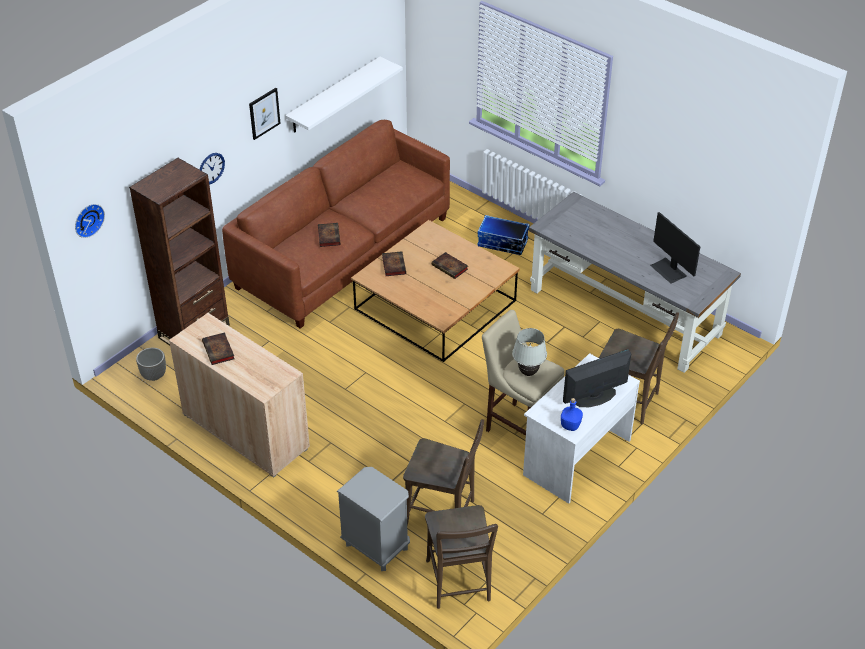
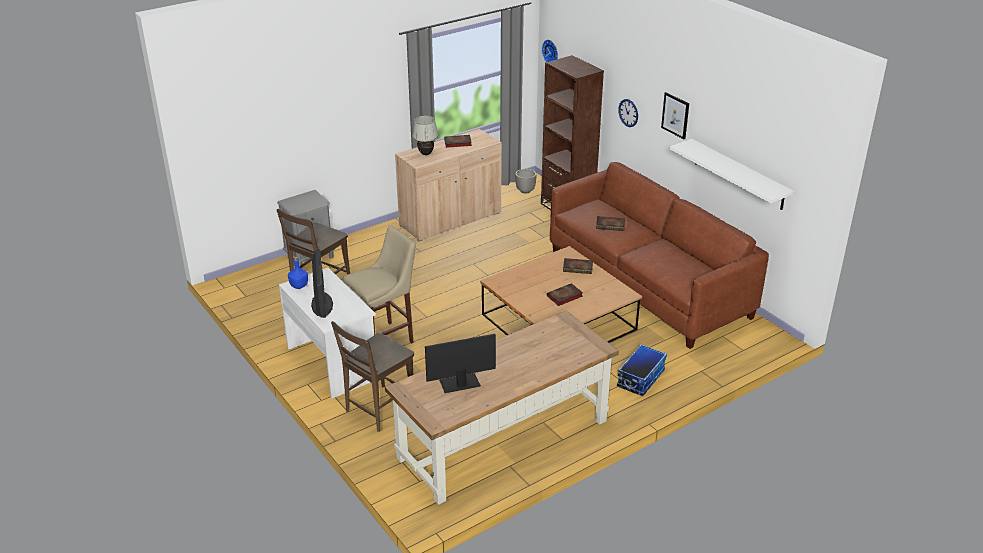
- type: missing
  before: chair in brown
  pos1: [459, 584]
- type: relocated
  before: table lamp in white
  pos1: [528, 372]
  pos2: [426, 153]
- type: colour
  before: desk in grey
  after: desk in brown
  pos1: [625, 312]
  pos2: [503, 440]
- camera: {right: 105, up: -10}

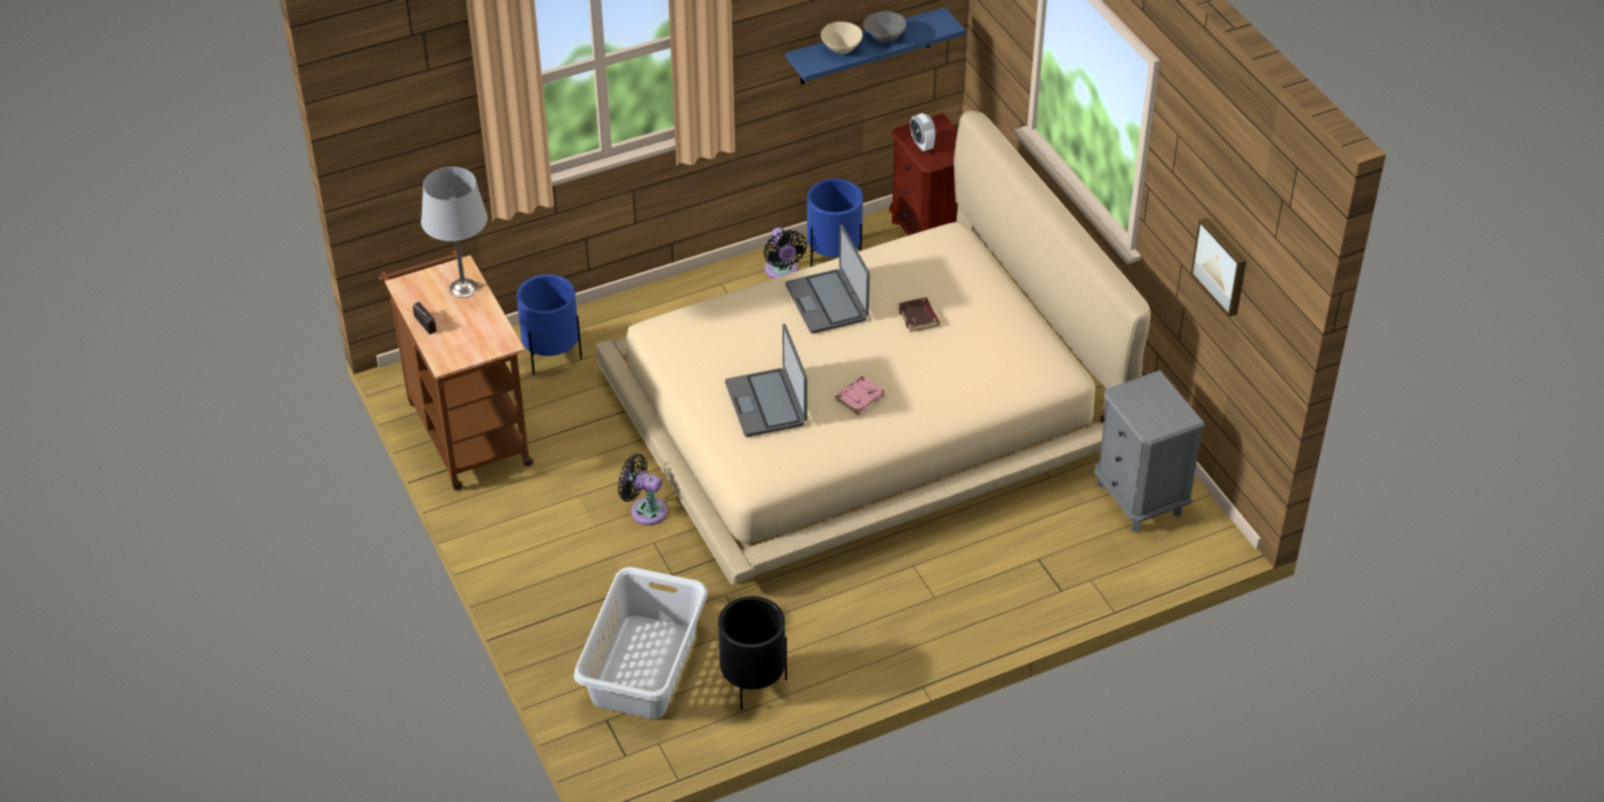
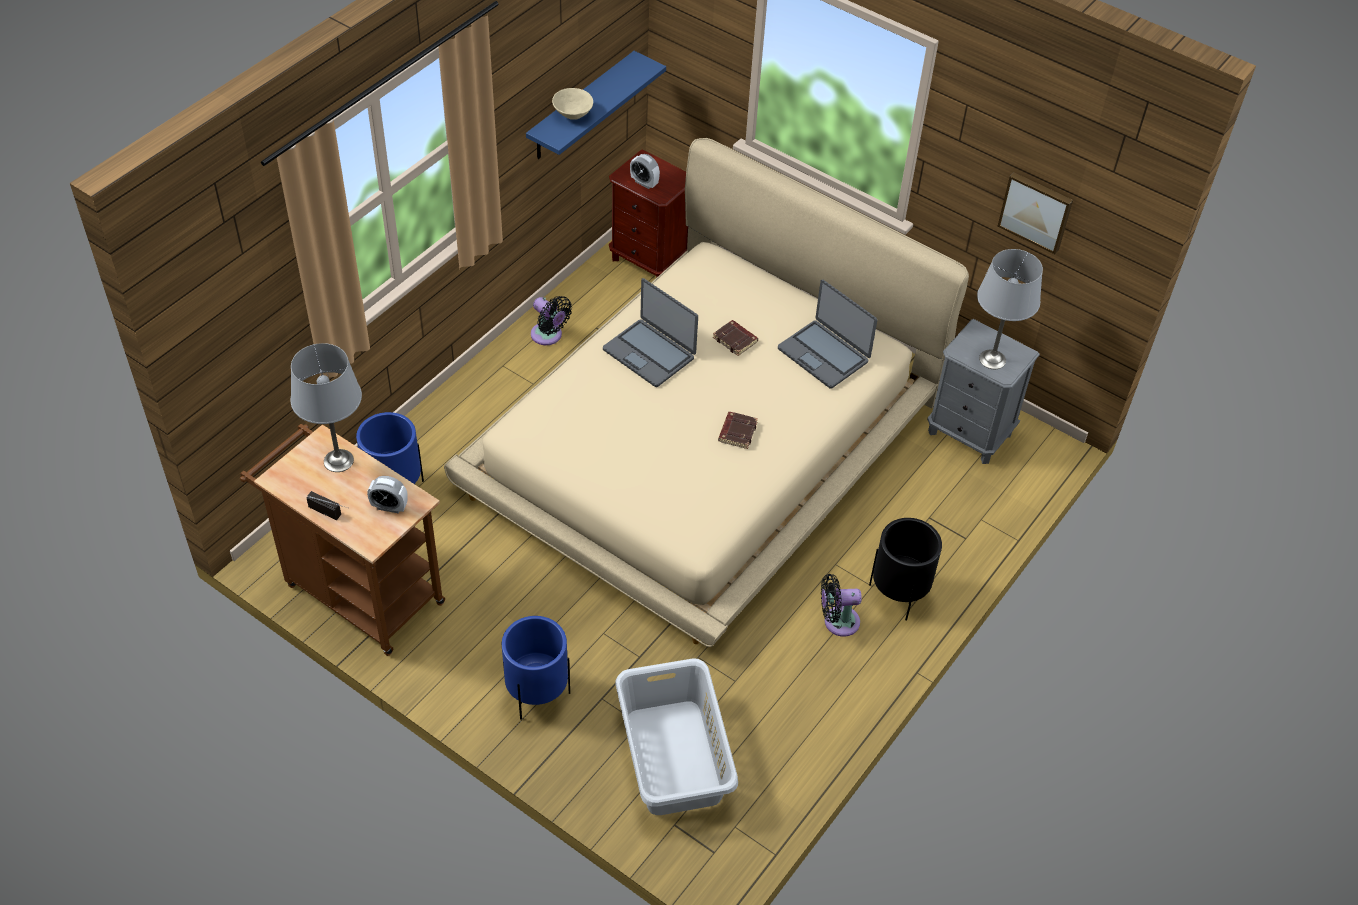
- type: relocated
  before: fan in black
  pos1: [645, 510]
  pos2: [837, 621]
- type: relocated
  before: planter in black
  pos1: [753, 684]
  pos2: [898, 595]
- type: relocated
  before: laptop
  pos1: [766, 403]
  pos2: [824, 354]
- type: relocated
  before: planter in blue
  pos1: [834, 259]
  pos2: [537, 694]
- type: colour
  before: book in pink
  after: book in brown
  pos1: [859, 397]
  pos2: [737, 432]
- type: missing
  before: bowl in grey
  pos1: [884, 37]
- type: appeared
  after: alarm clock
  pos2: [389, 507]
- type: appeared
  after: table lamp in grey
  pos2: [993, 359]
- camera: {right: -30, up: 5}

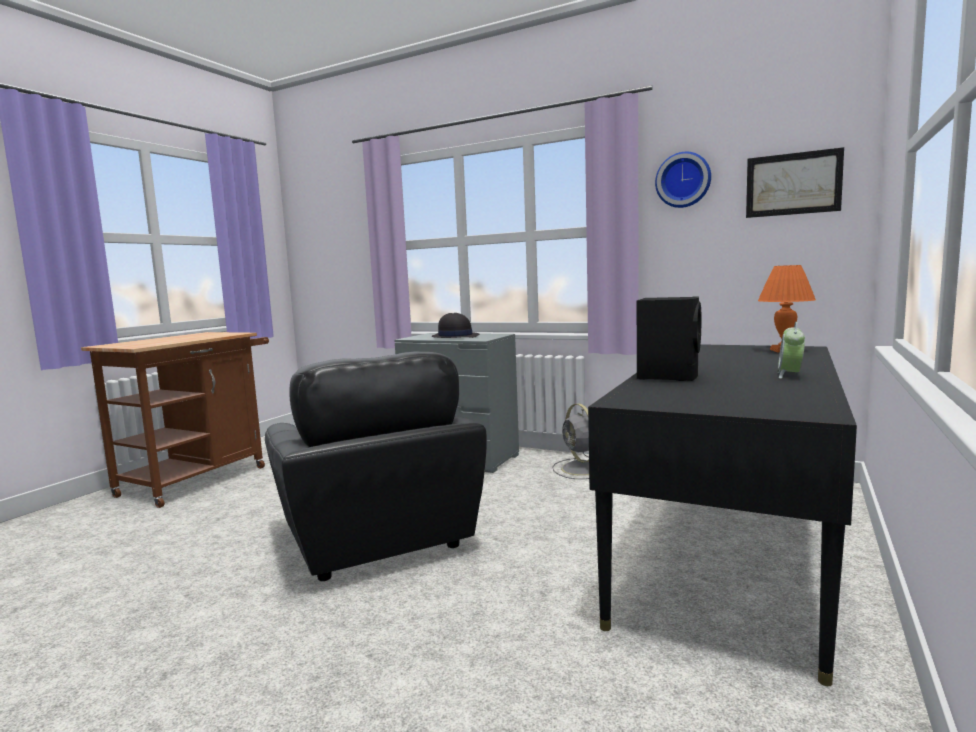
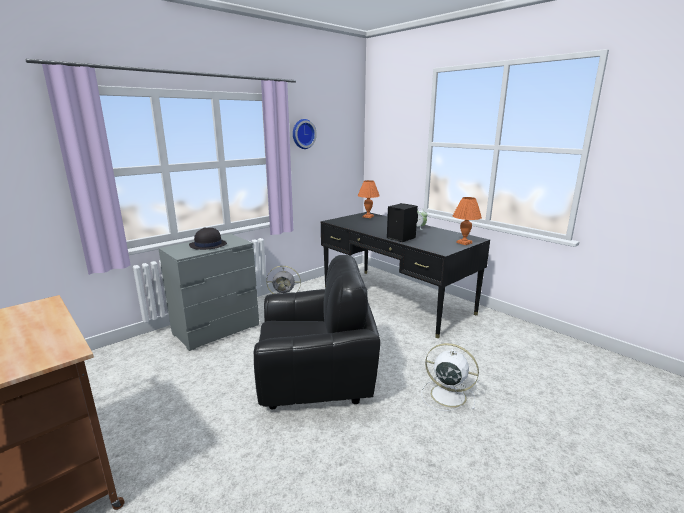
- type: missing
  before: picture
  pos1: [793, 184]
- type: appeared
  after: fan in white
  pos2: [446, 395]
- type: appeared
  after: table lamp in orange
  pos2: [464, 242]
- camera: {right: -70, up: 10}

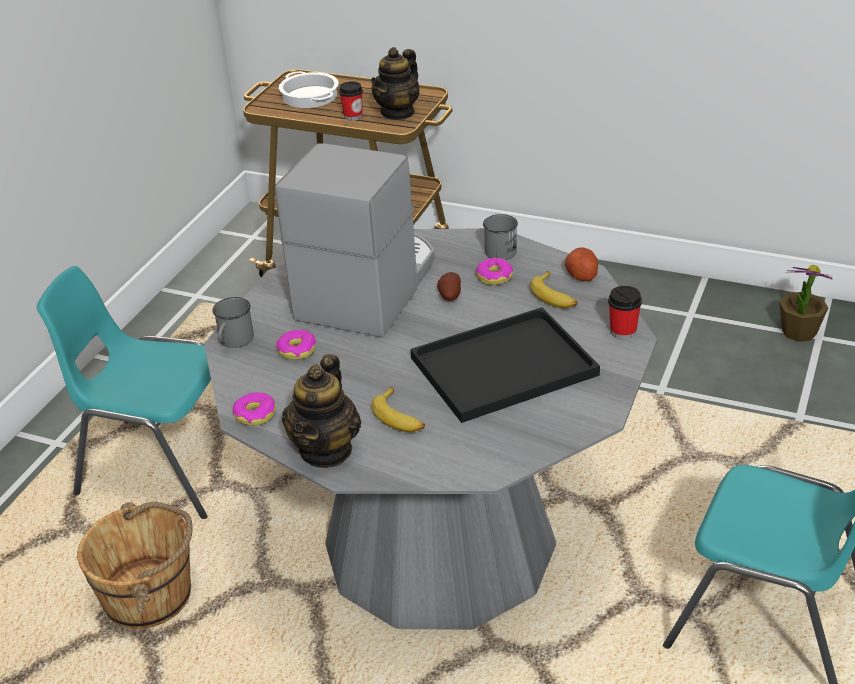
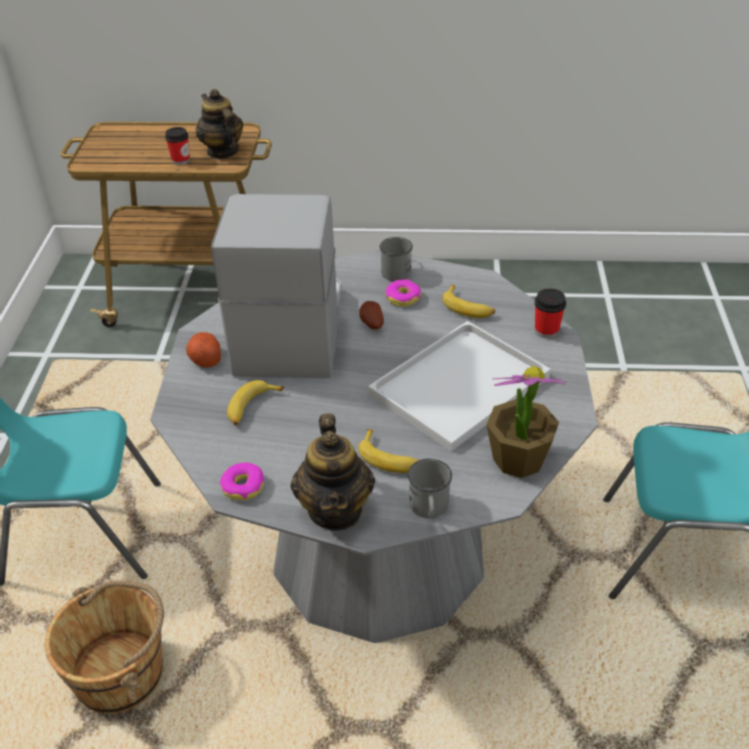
- type: relocated
  before: mug in grey
  pos1: [234, 341]
  pos2: [429, 509]
- type: exchanged
  before: donut
  after: banana
  pos1: [297, 350]
  pos2: [251, 408]
- type: missing
  before: cooking pot
  pos1: [309, 96]
- type: spun
  before: teapot
  pos1: [398, 112]
  pos2: [222, 151]
  turn: 135
- type: colour
  before: tray in black
  after: tray in white
  pos1: [506, 364]
  pos2: [460, 383]
- type: relocated
  before: potato
  pos1: [581, 274]
  pos2: [205, 359]
- type: relocated
  before: potted plant
  pos1: [798, 332]
  pos2: [518, 459]
- camera: {right: -20, up: 5}

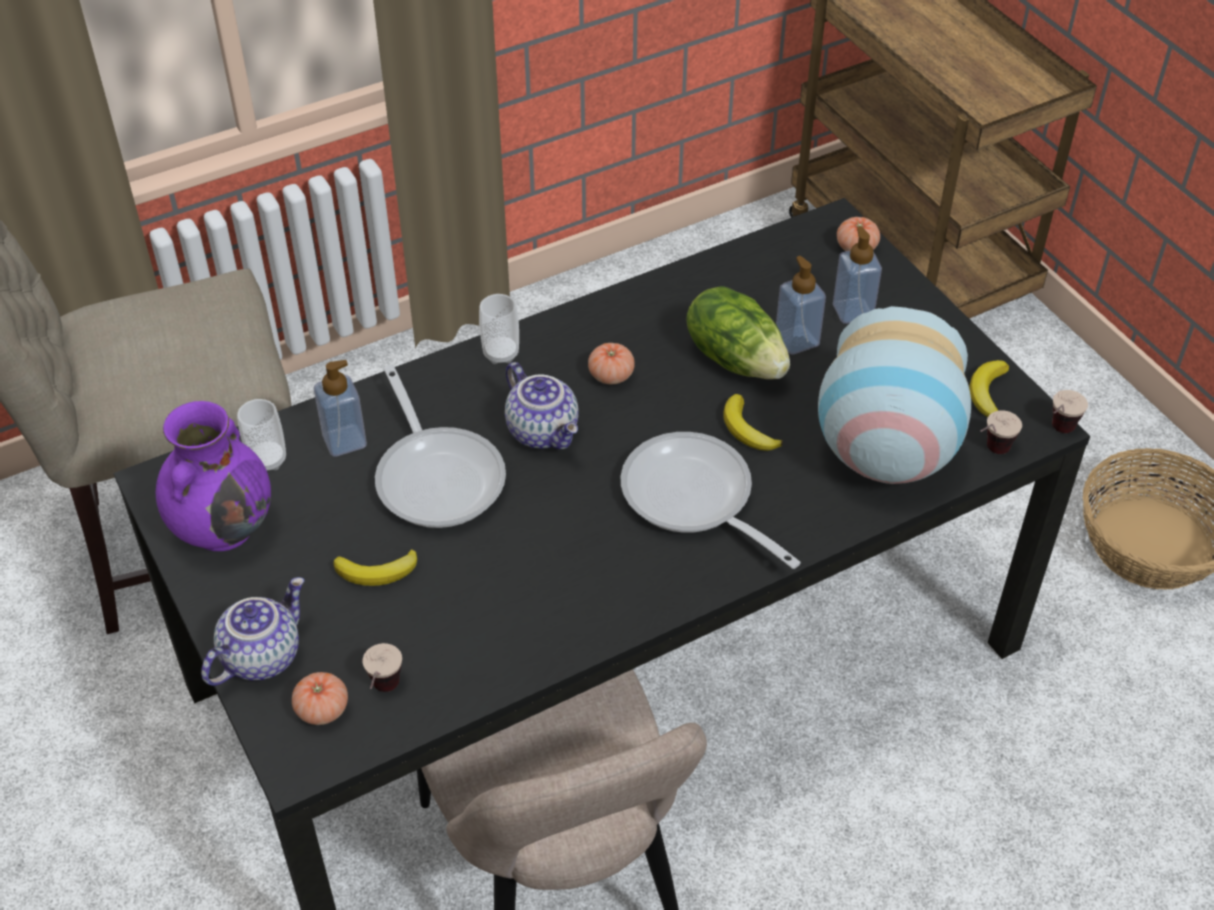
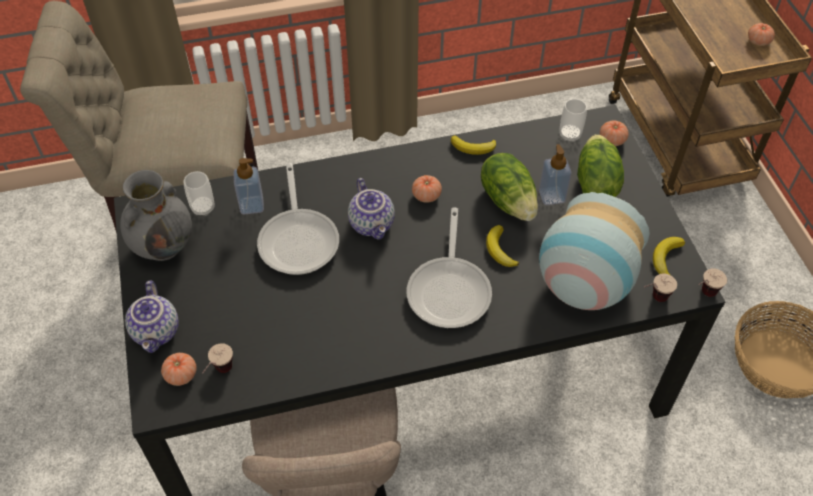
- type: colour
  before: vase in purple
  after: vase in grey
  pos1: [224, 527]
  pos2: [164, 245]
- type: spun
  before: teapot
  pos1: [260, 655]
  pos2: [157, 332]
  turn: 120
- type: relocated
  before: banana
  pos1: [378, 571]
  pos2: [473, 147]
- type: relocated
  before: cup
  pos1: [501, 353]
  pos2: [569, 135]
- type: spun
  before: frying pan
  pos1: [694, 500]
  pos2: [450, 289]
  turn: -150
- type: exchanged
  before: soap dispenser
  after: lettuce
  pos1: [853, 311]
  pos2: [595, 183]
- type: appeared
  after: tomato
  pos2: [758, 41]
- camera: {right: 15, up: 5}

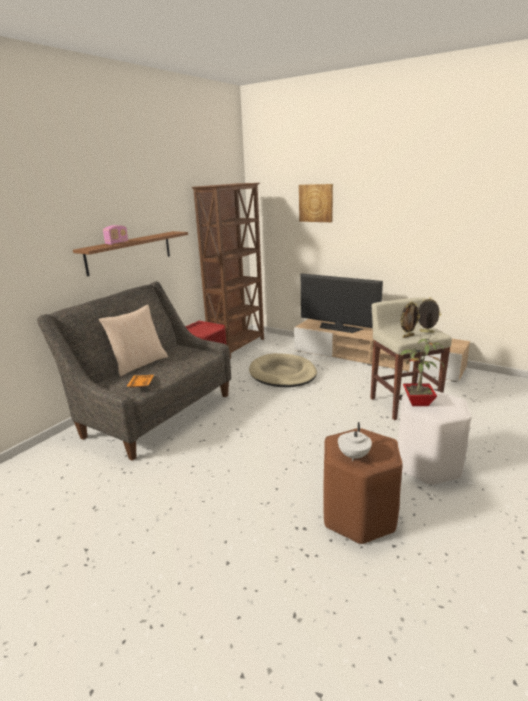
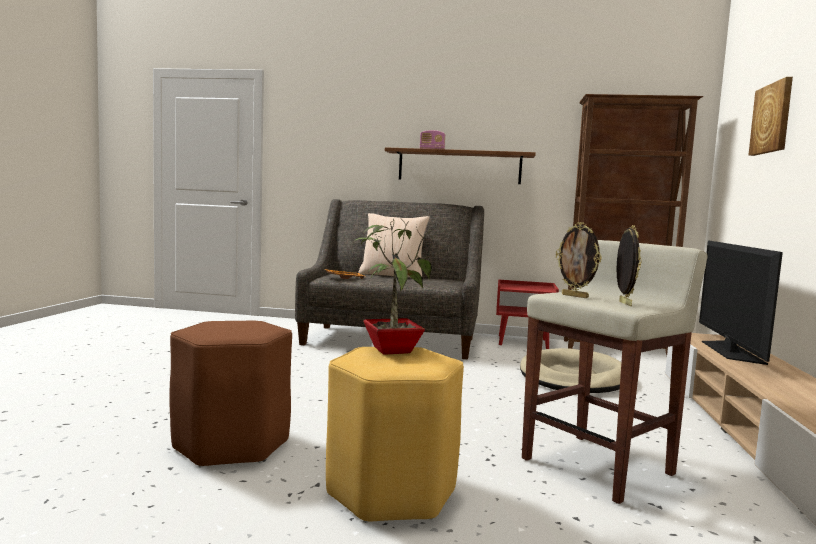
- type: missing
  before: teapot in white
  pos1: [353, 456]
- type: colour
  before: stool in white
  after: stool in yellow
  pos1: [428, 465]
  pos2: [391, 491]
- camera: {right: 65, up: -15}

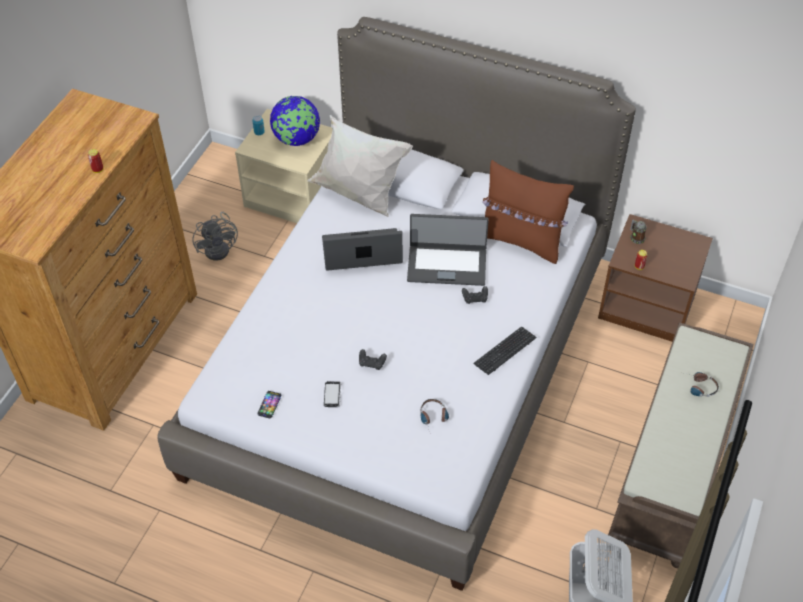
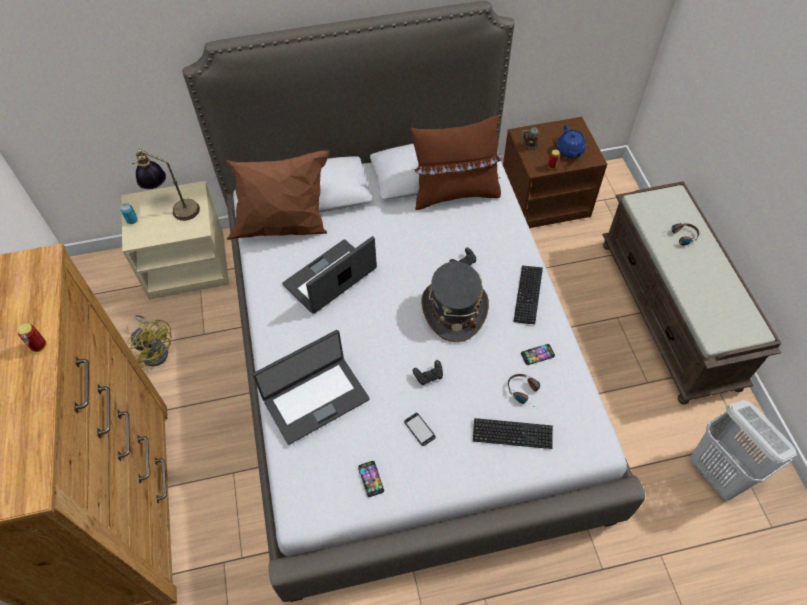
- type: colour
  before: fan in grey
  after: fan in yellow
  pos1: [220, 248]
  pos2: [156, 350]
- type: exchanged
  before: globe
  after: table lamp
  pos1: [296, 139]
  pos2: [174, 208]
- type: colour
  before: pillow in white
  after: pillow in brown
  pos1: [359, 196]
  pos2: [284, 228]
- type: relocated
  before: laptop
  pos1: [447, 264]
  pos2: [315, 399]
- type: appeared
  after: hat in grey
  pos2: [454, 310]
- type: appeared
  after: keyboard
  pos2: [512, 434]
- type: appeared
  after: phone
  pos2: [537, 355]
- type: appeared
  after: teapot in blue
  pos2: [570, 151]
- camera: {right: -35, up: 5}

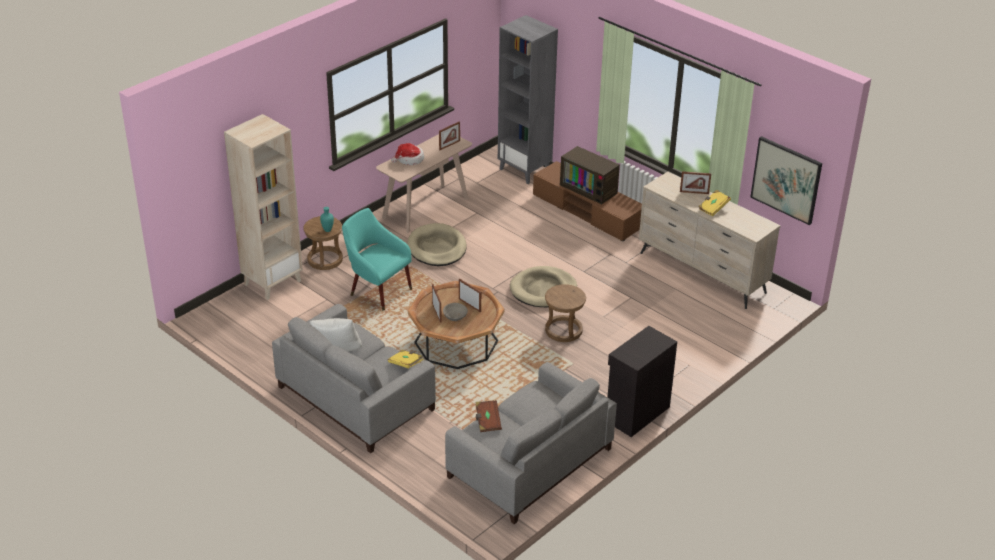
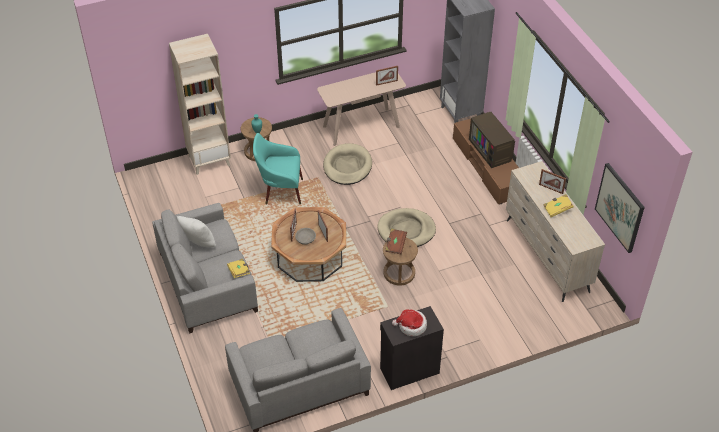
- type: spun
  before: armchair in turquoise
  pos1: [378, 290]
  pos2: [280, 191]
  turn: -60
- type: relocated
  before: hat
  pos1: [409, 159]
  pos2: [411, 326]
- type: relocated
  before: book in brown
  pos1: [487, 421]
  pos2: [395, 245]
- camera: {right: 25, up: 10}

